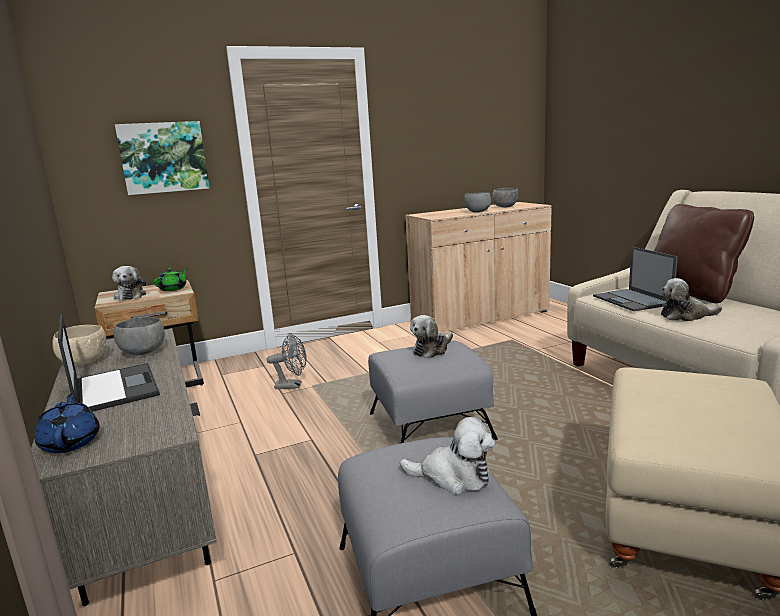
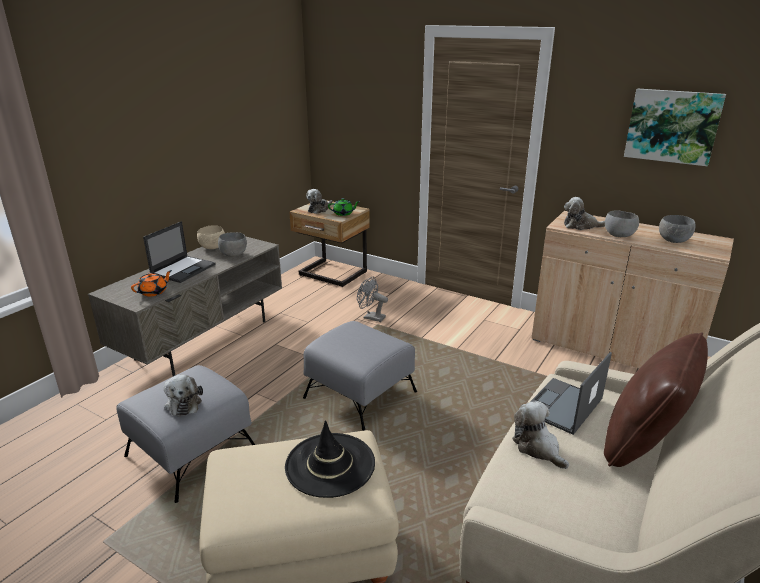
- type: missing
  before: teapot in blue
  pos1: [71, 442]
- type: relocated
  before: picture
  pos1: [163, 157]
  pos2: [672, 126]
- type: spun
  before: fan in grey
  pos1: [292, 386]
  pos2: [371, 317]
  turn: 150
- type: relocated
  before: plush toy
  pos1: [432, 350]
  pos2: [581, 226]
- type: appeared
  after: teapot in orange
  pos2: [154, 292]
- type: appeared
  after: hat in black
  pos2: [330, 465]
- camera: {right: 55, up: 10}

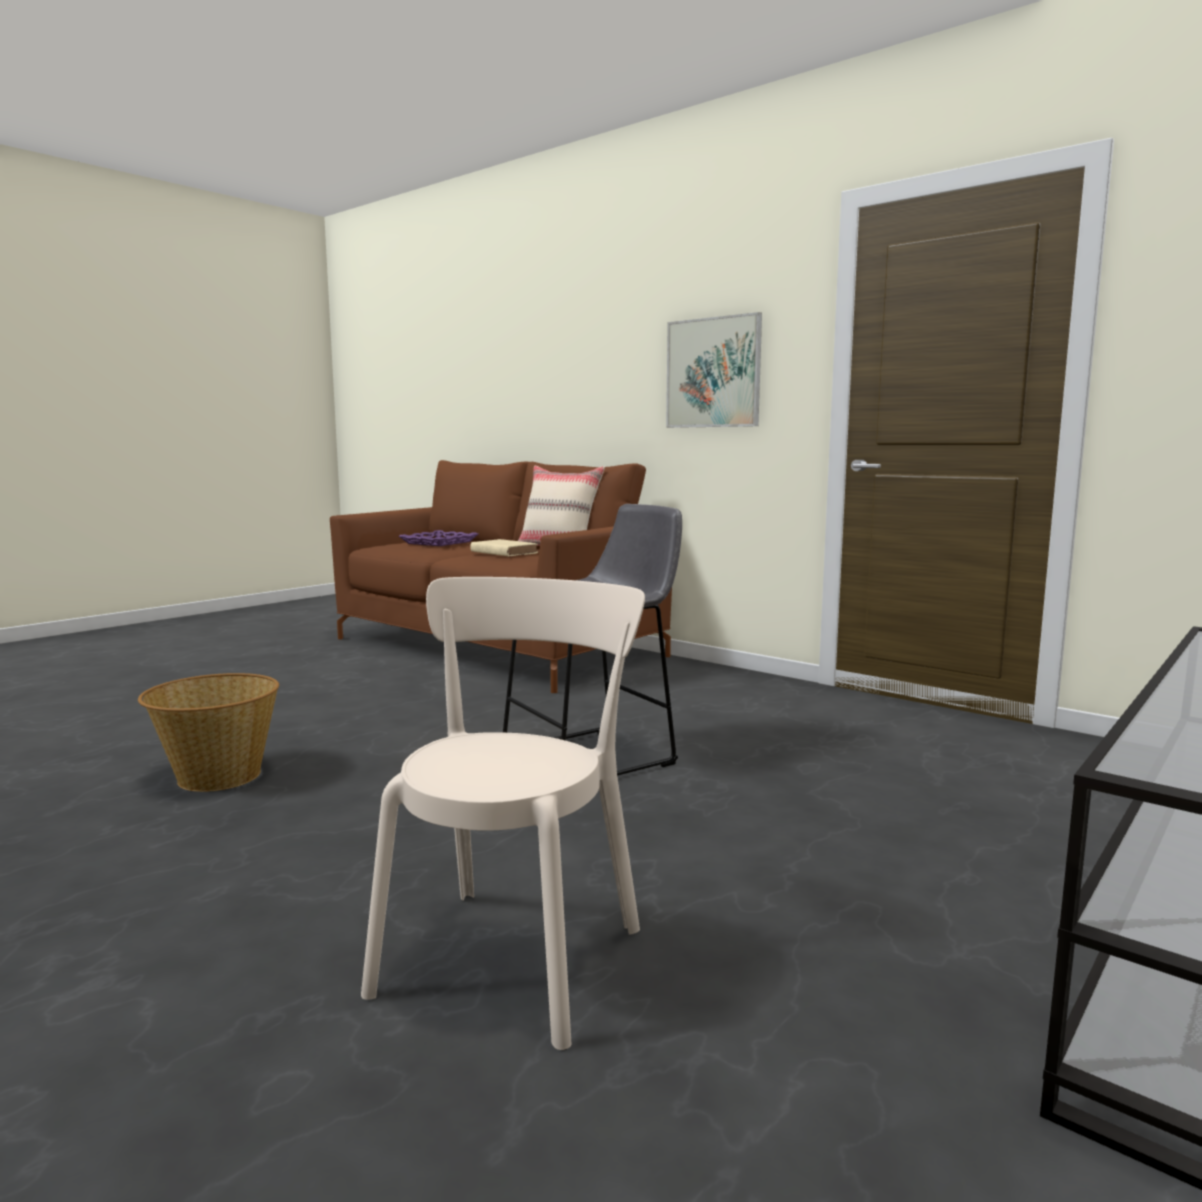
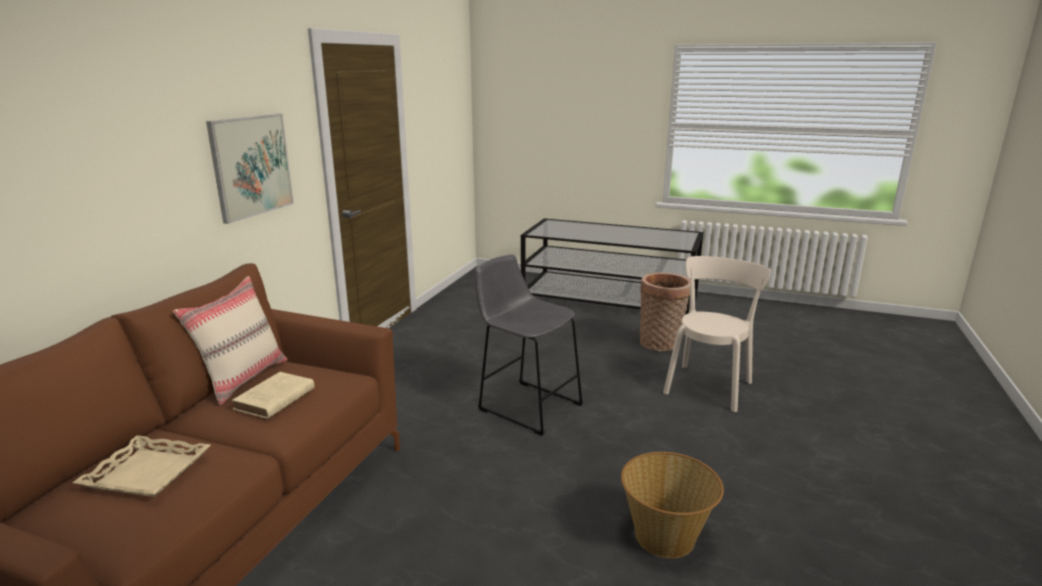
- type: spun
  before: chair in beige
  pos1: [515, 952]
  pos2: [709, 385]
  turn: 120
- type: colour
  before: tray in purple
  after: tray in beige
  pos1: [438, 542]
  pos2: [146, 473]
- type: appeared
  after: basket
  pos2: [661, 344]
- camera: {right: -110, up: 10}

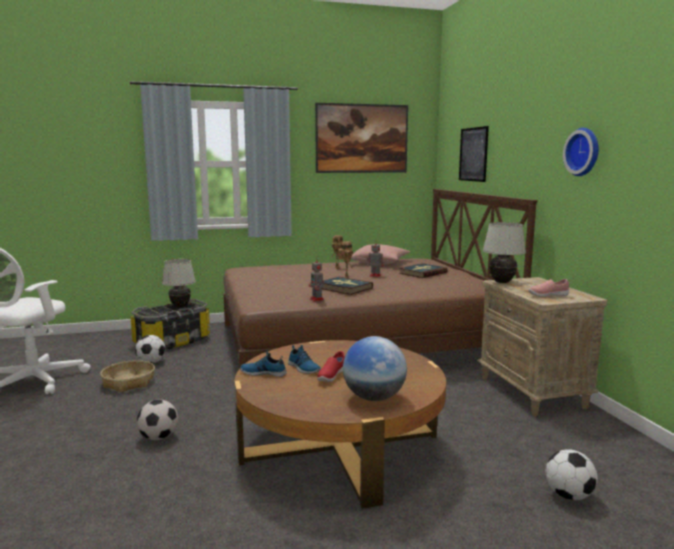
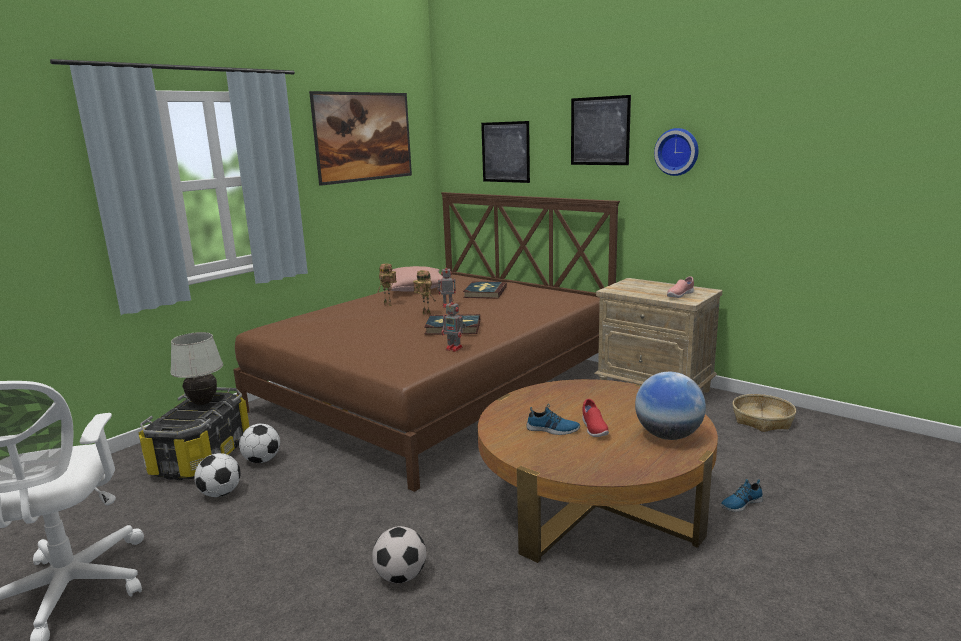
- type: relocated
  before: basket
  pos1: [129, 382]
  pos2: [762, 420]
- type: relocated
  before: shoe
  pos1: [263, 373]
  pos2: [740, 503]
- type: missing
  before: table lamp in white
  pos1: [502, 282]
- type: relocated
  before: football
  pos1: [568, 495]
  pos2: [262, 460]
- type: appeared
  after: picture
  pos2: [600, 131]
- camera: {right: -35, up: 5}

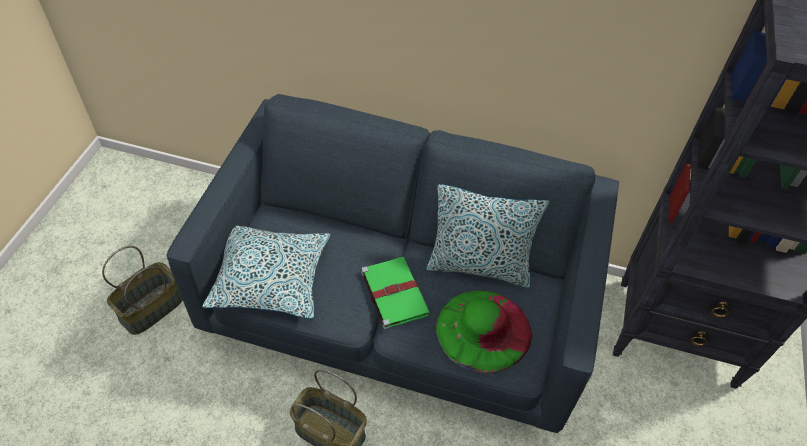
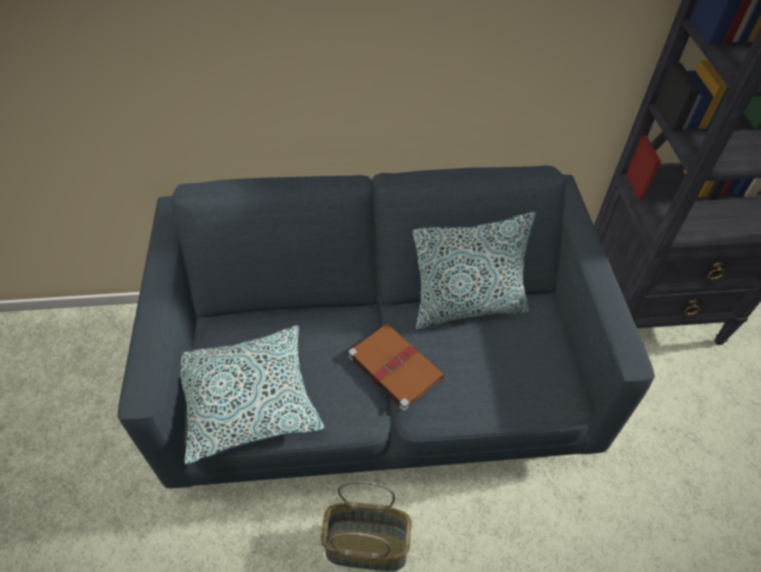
- type: missing
  before: basket
  pos1: [151, 308]
- type: colour
  before: book in green
  after: book in brown
  pos1: [394, 292]
  pos2: [394, 366]
- type: missing
  before: hat in green
  pos1: [483, 330]
- camera: {right: -20, up: 0}

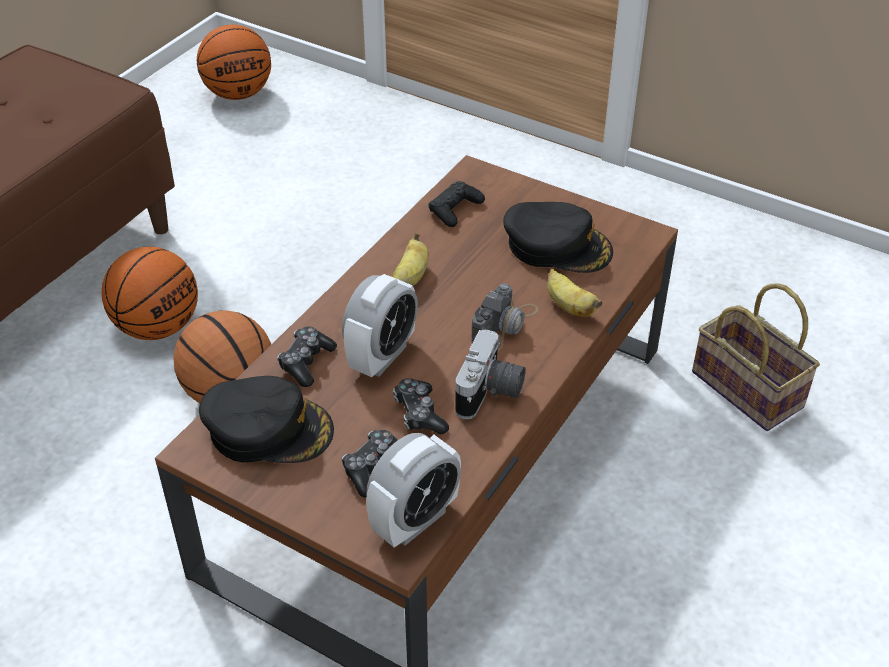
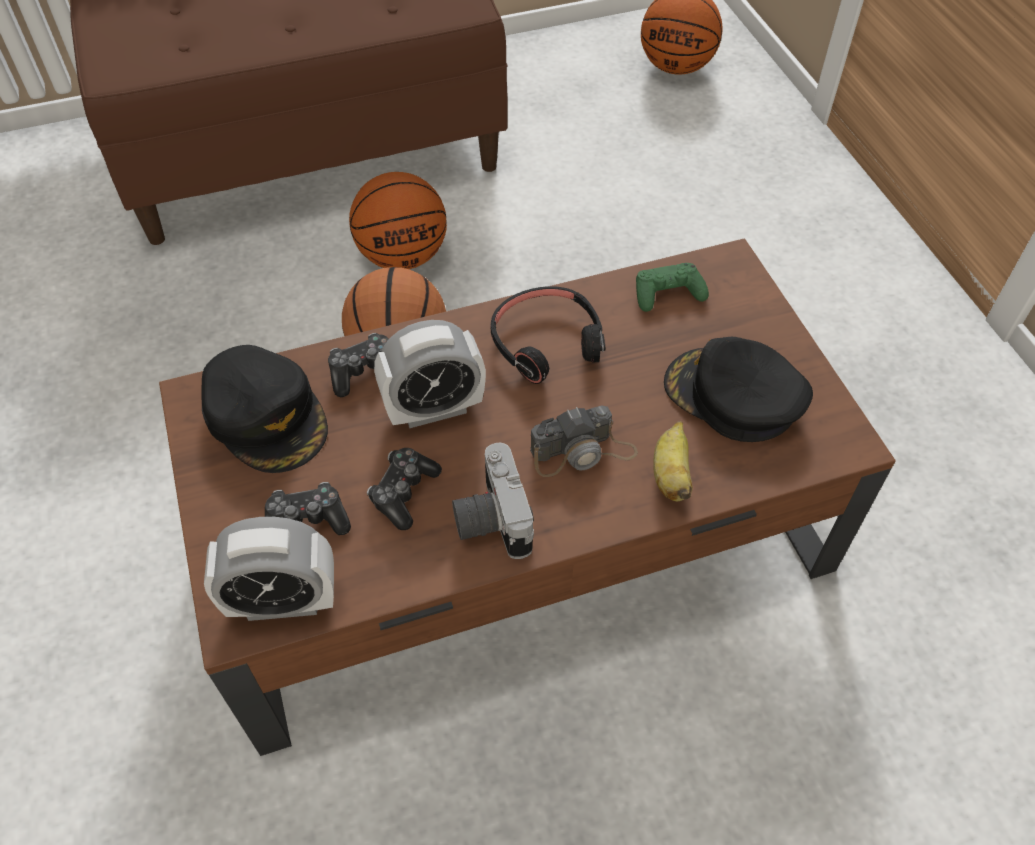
- type: exchanged
  before: banana
  after: headphones in black
  pos1: [410, 278]
  pos2: [546, 342]
- type: colour
  before: game controller in black
  after: game controller in green
  pos1: [455, 209]
  pos2: [668, 293]
- type: spun
  before: photo camera
  pos1: [490, 394]
  pos2: [490, 518]
  turn: 105
- type: spun
  before: cap in black
  pos1: [557, 245]
  pos2: [733, 396]
  turn: 150
- type: missing
  before: basket
  pos1: [750, 390]
- camera: {right: 40, up: 10}

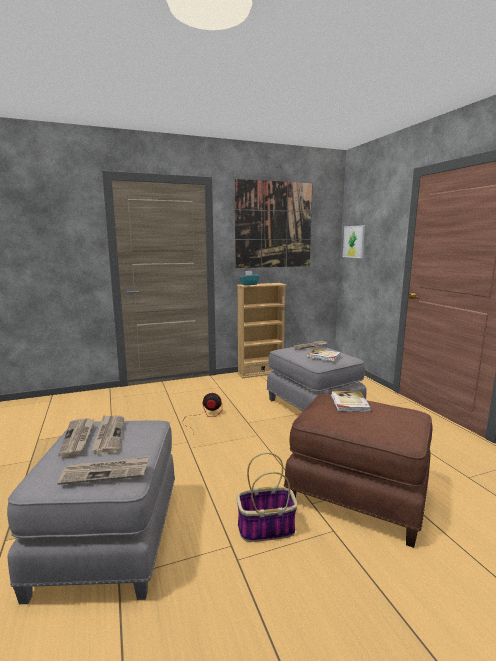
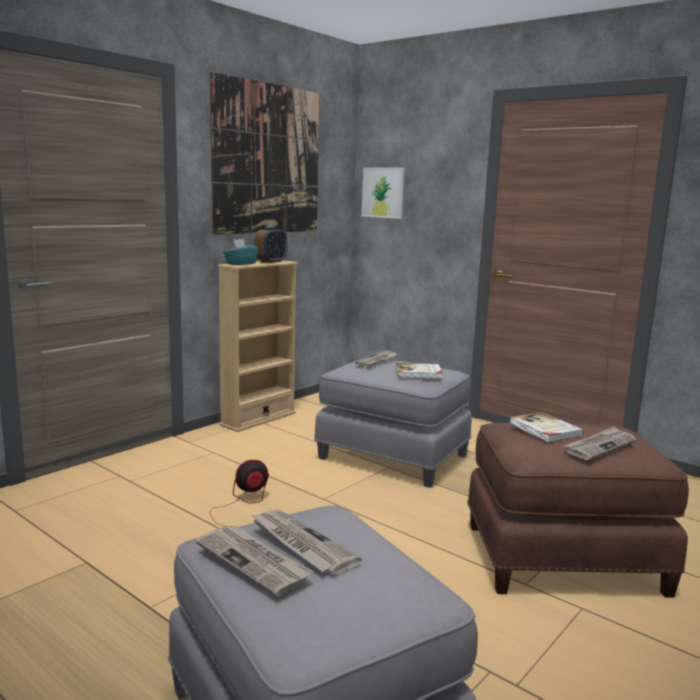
- type: relocated
  before: newspaper
  pos1: [106, 472]
  pos2: [599, 446]
- type: missing
  before: basket
  pos1: [265, 528]
- type: appeared
  after: alarm clock
  pos2: [271, 261]
- camera: {right: -30, up: 0}

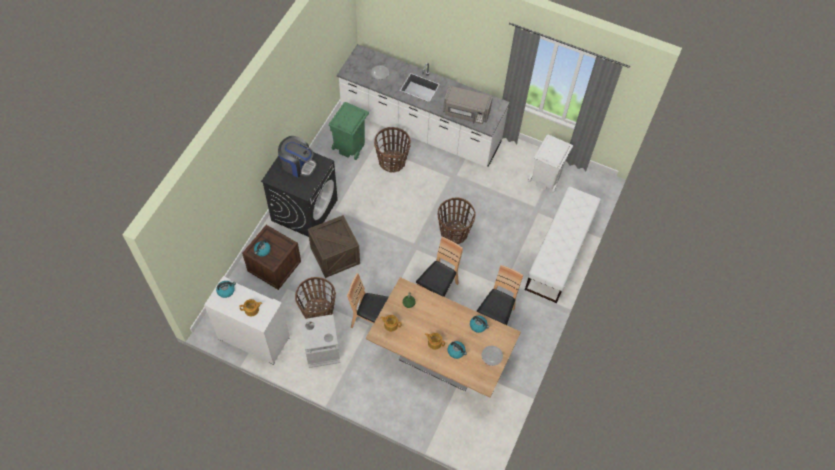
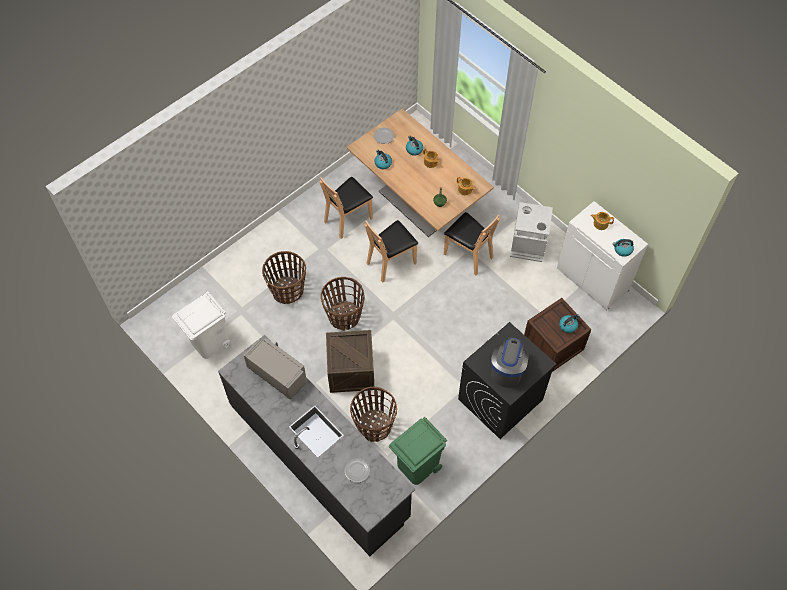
- type: spun
  before: coffee machine
  pos1: [298, 165]
  pos2: [507, 369]
  turn: 60
- type: relocated
  before: basket
  pos1: [318, 311]
  pos2: [287, 290]
- type: relocated
  before: crate
  pos1: [335, 255]
  pos2: [351, 371]
- type: colour
  before: counter in white
  after: counter in black
  pos1: [420, 128]
  pos2: [319, 460]
- type: missing
  before: bench in white
  pos1: [559, 252]
- camera: {right: -155, up: 0}

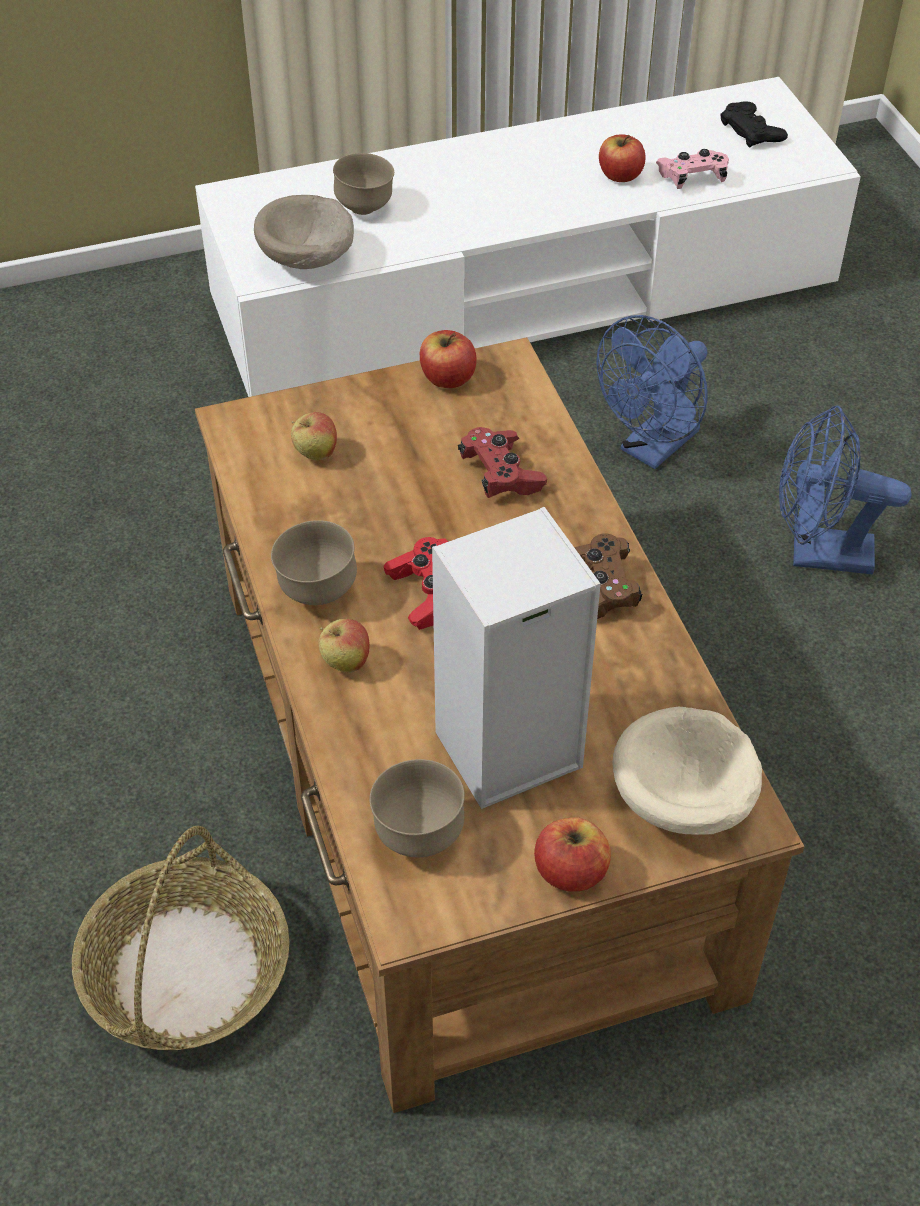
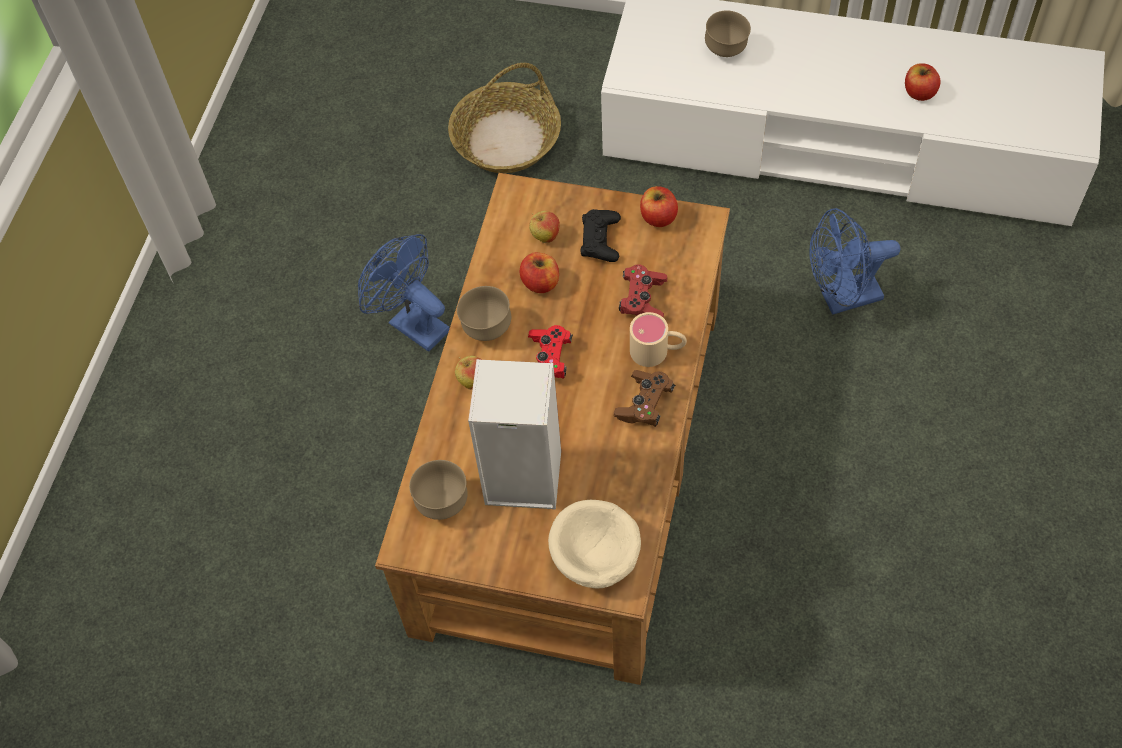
- type: relocated
  before: basket
  pos1: [186, 970]
  pos2: [506, 139]
- type: missing
  before: bowl in beige
  pos1: [308, 260]
- type: relocated
  before: apple
  pos1: [570, 871]
  pos2: [540, 282]
- type: missing
  before: game controller in pink
  pos1: [692, 178]
- type: relocated
  before: game controller in black
  pos1: [751, 131]
  pos2: [600, 239]
- type: relocated
  before: fan in blue
  pos1: [817, 554]
  pos2: [411, 323]
- type: appeared
  after: mug in beige
  pos2: [657, 351]
- camera: {right: 35, up: 10}

